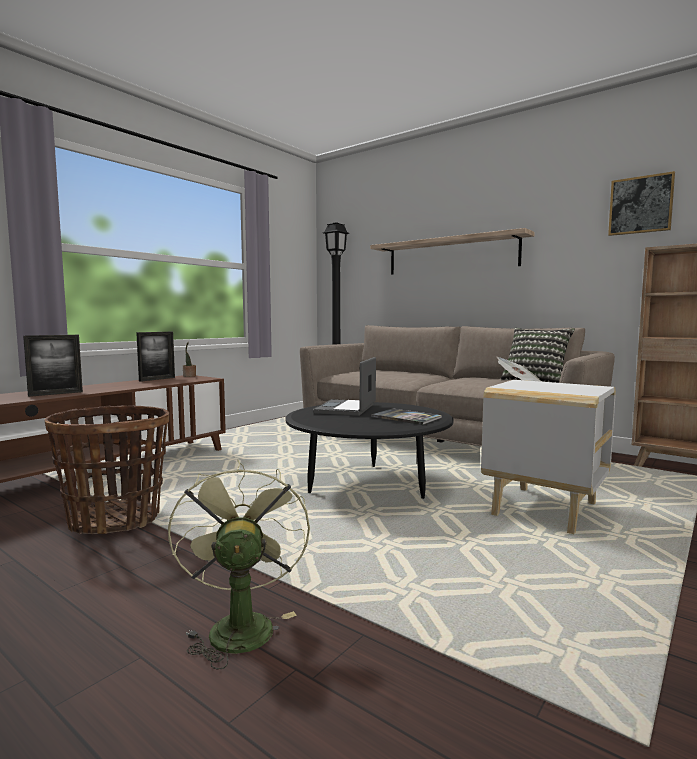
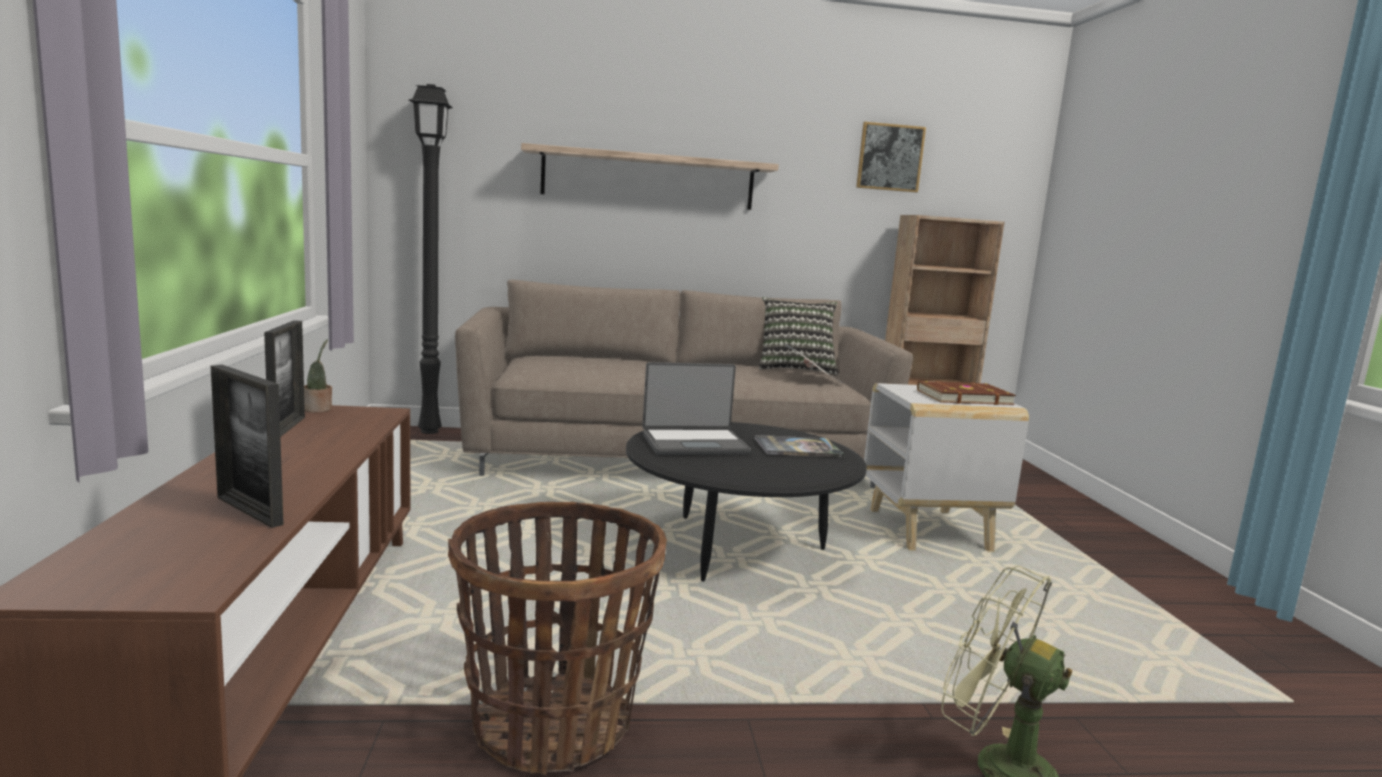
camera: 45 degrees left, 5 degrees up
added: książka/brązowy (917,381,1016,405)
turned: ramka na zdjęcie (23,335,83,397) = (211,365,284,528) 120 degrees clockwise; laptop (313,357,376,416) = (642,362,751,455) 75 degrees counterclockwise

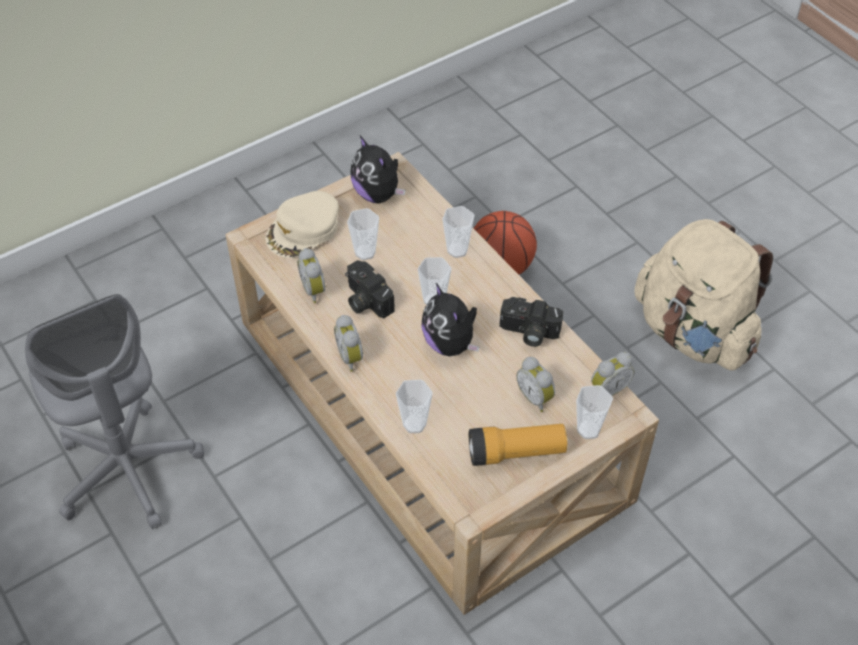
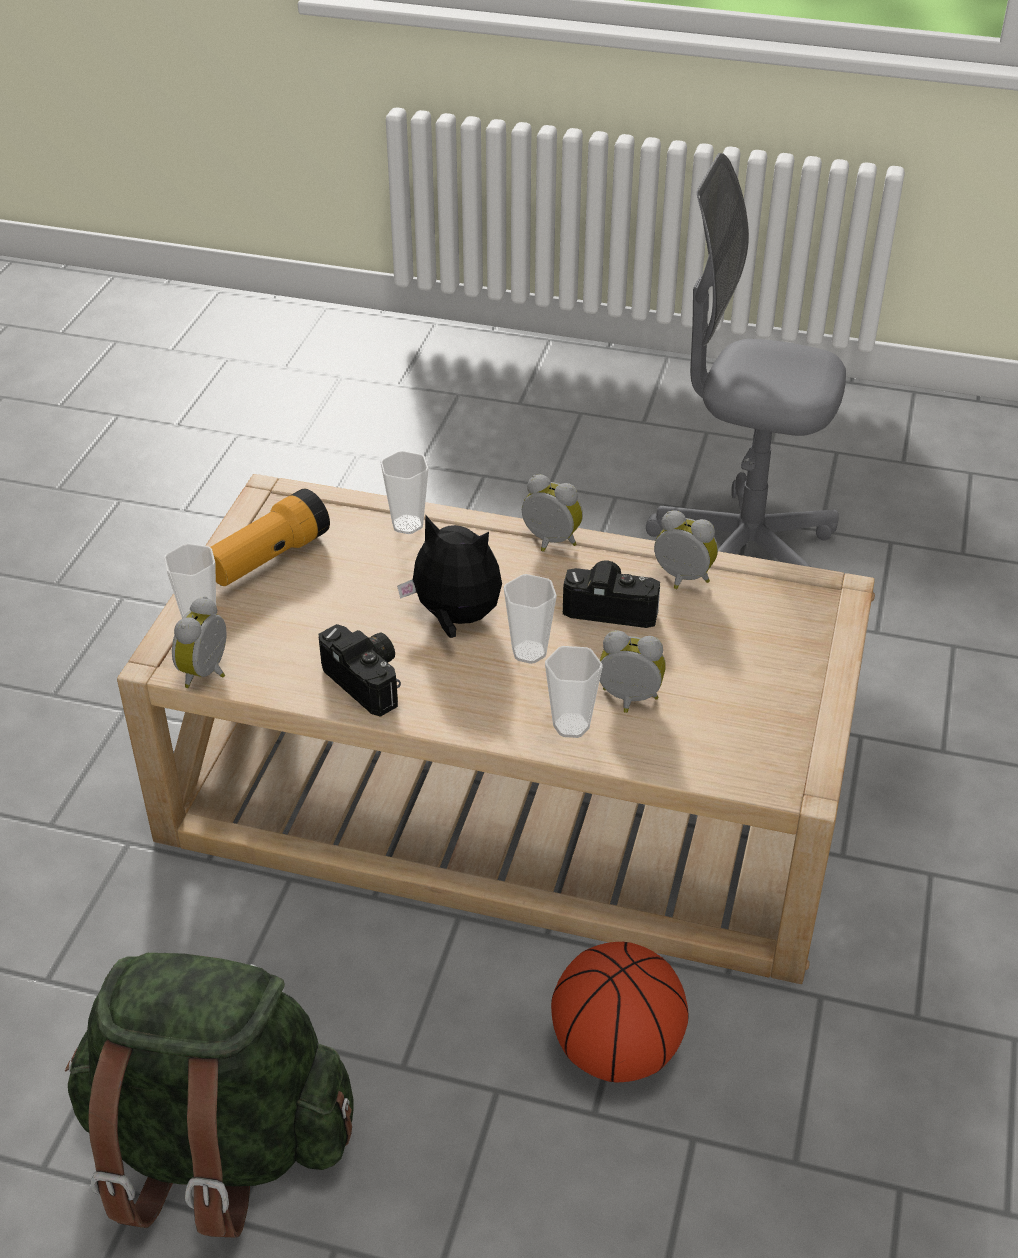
camera: 140 degrees right, 10 degrees down
removed: czapka z daszkiem/beżowy (266,191,339,258); filiżanka (347,208,379,260); pluszak (350,136,405,203)
moved: budzik (516,357,555,412) to (600,630,666,713)
recoloured: plecak/beżowy (634,219,773,370) to plecak/zielony (65,953,354,1238)
turned: aparat fotograficzny (500,297,564,347) = (318,624,401,717) 75 degrees clockwise

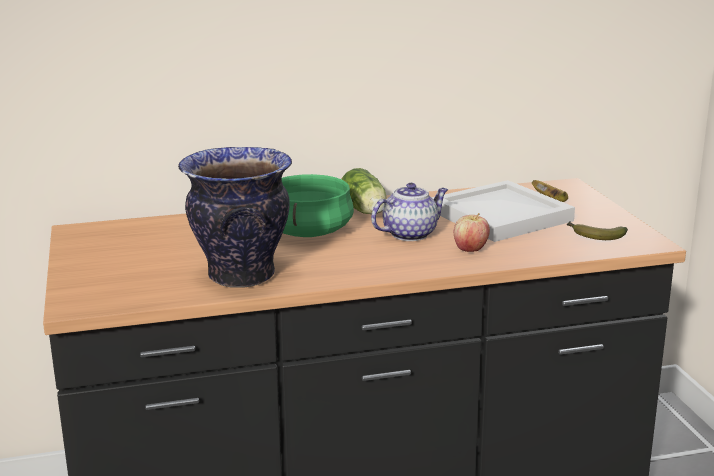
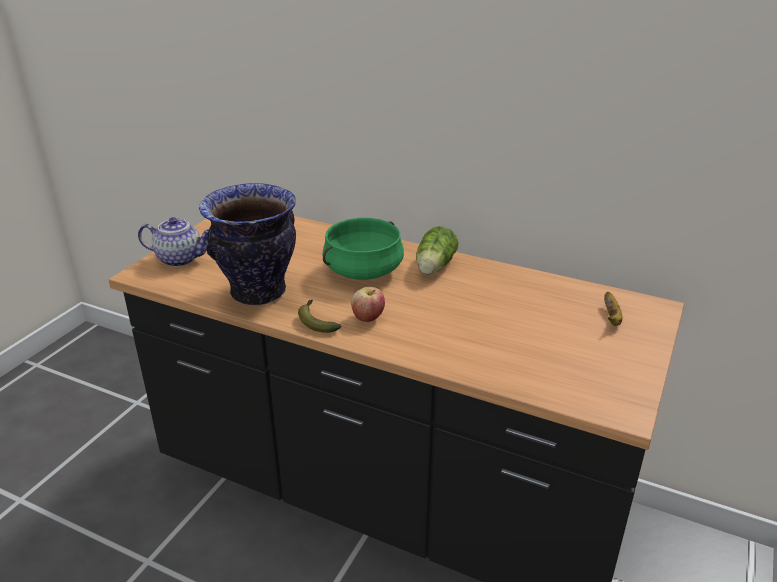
camera: 40 degrees right, 10 degrees up
removed: taca/biały (431,180,575,242)
moved: imbryk (371,183,448,241) to (138,217,209,267); jabłko (454,213,490,252) to (351,287,385,322); banan (567,221,628,240) to (298,300,341,333)

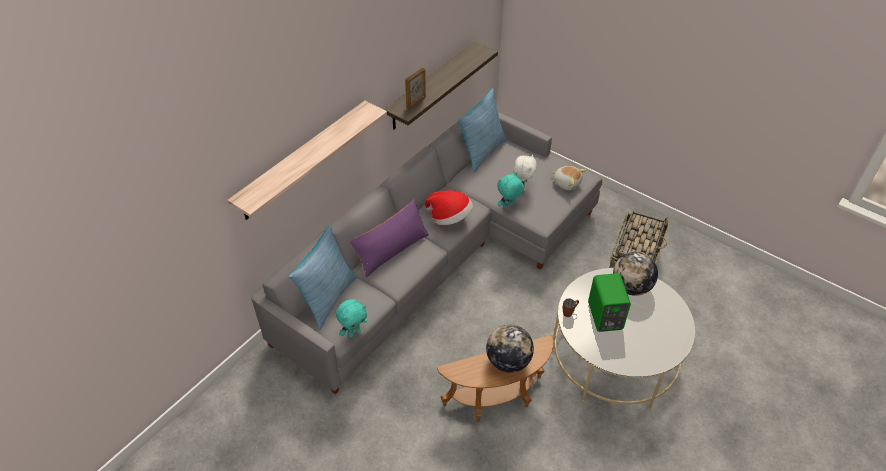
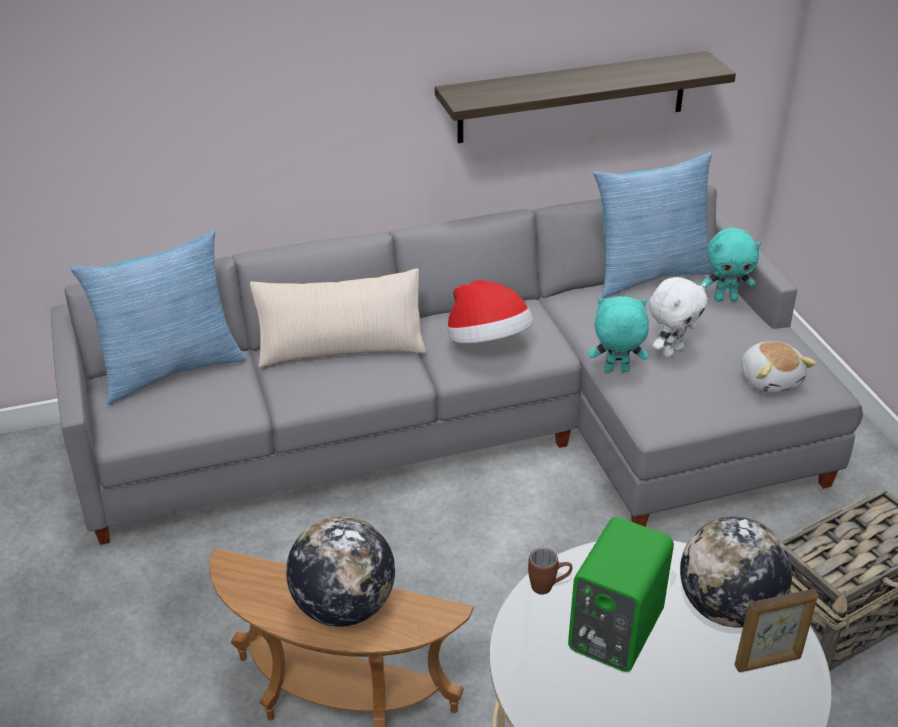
camera: 35 degrees right, 10 degrees down
removed: półka (227,101,387,220)
moved: pluszak/turkusowy (336,299,367,338) to (701,228,761,302); ramka na zdjęcie (405,67,426,109) to (735,589,818,672)
recoloured: poduszka/fioletowy (350,199,429,278) to poduszka/beżowy (250,268,426,367)

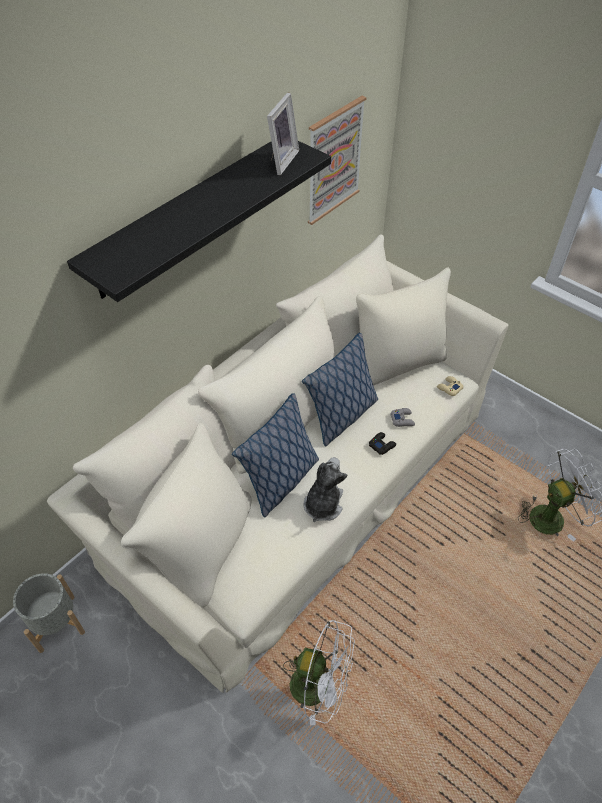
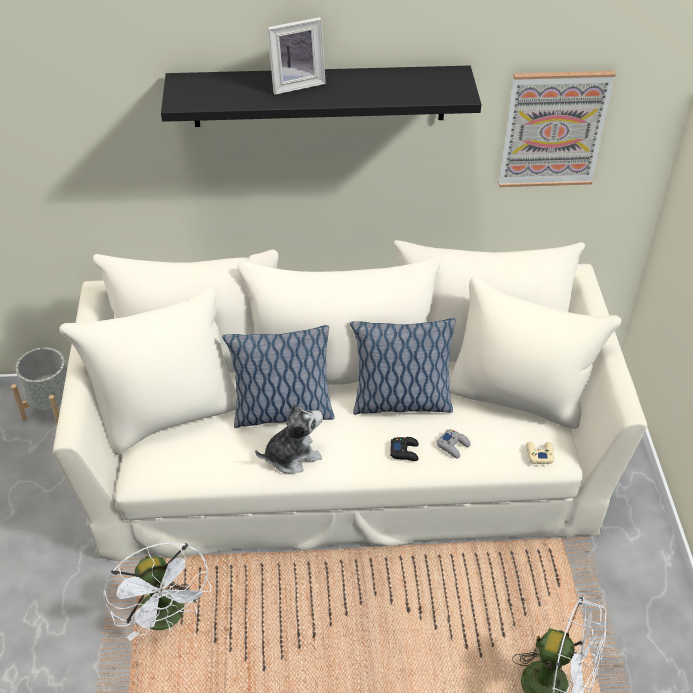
camera: 45 degrees right, 5 degrees down
moved: ramka na zdjęcie (267,93,299,175) to (267,17,326,95)

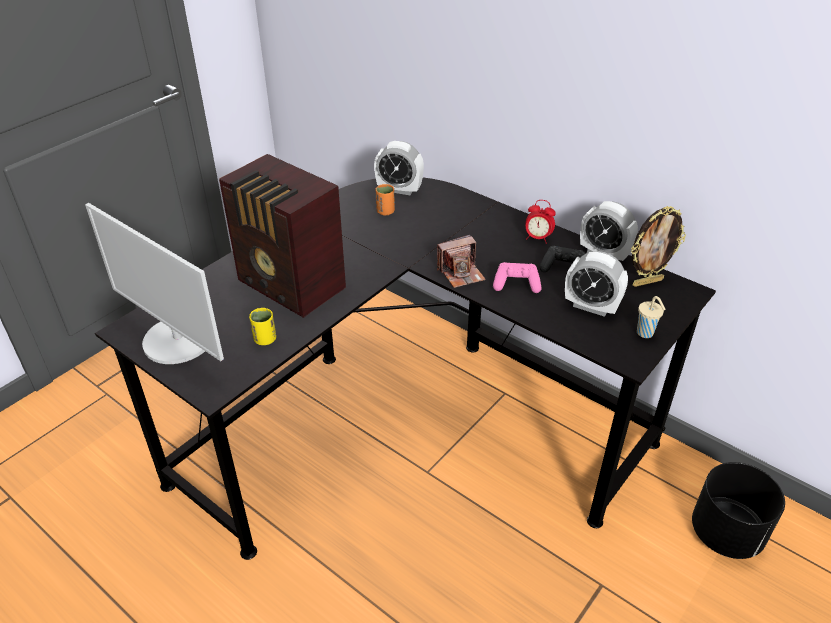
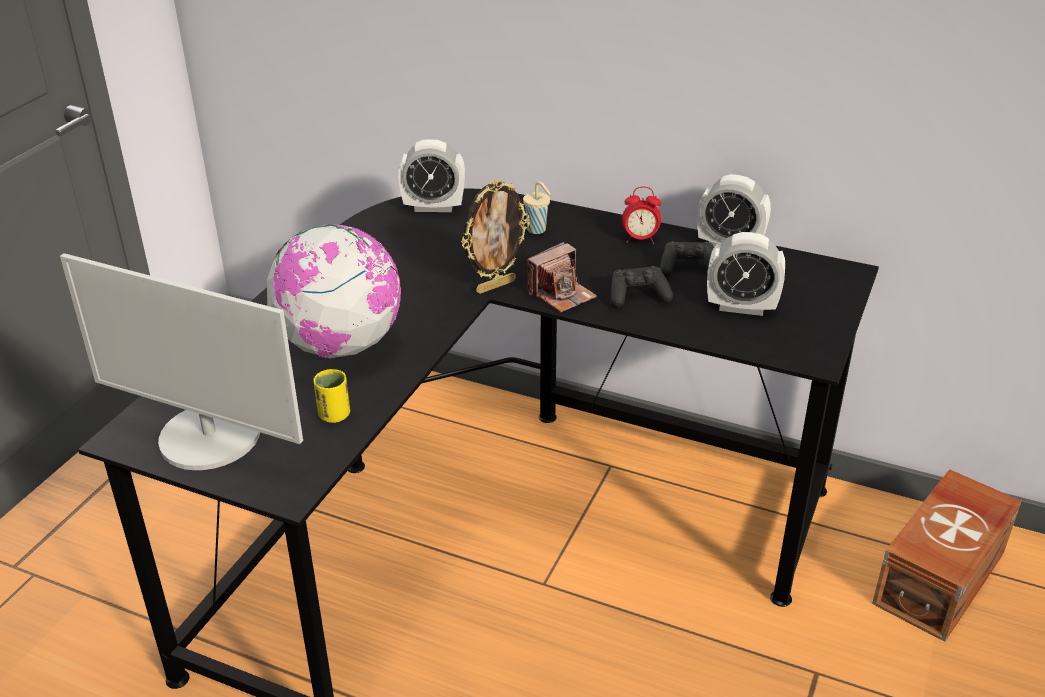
camera: 15 degrees left, 5 degrees down
removed: filiżanka/pomarańczowy (376,184,395,215)
moved: ramka na zdjęcie (631,206,686,287) to (461,179,530,294); filiżanka/beżowy (637,296,666,338) to (523,181,551,234)
replaced: radio (219,154,346,318) to globus (267,224,401,358); donica/czarny (692,462,785,559) to pojemnik do przechowywania/brązowy (872,469,1021,642)
recoloured: pad do gier/różowy (493,262,542,293) to pad do gier/czarny (611,266,673,308)

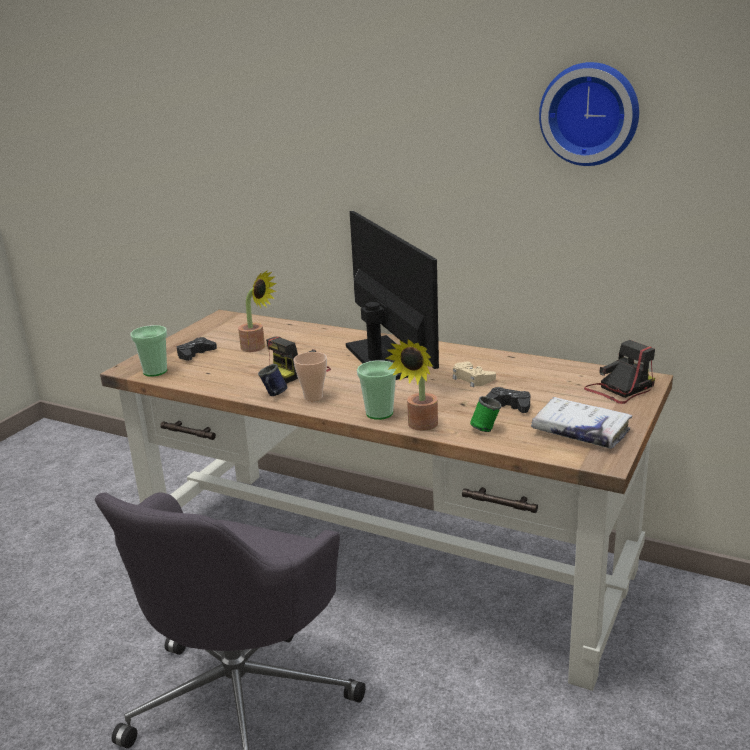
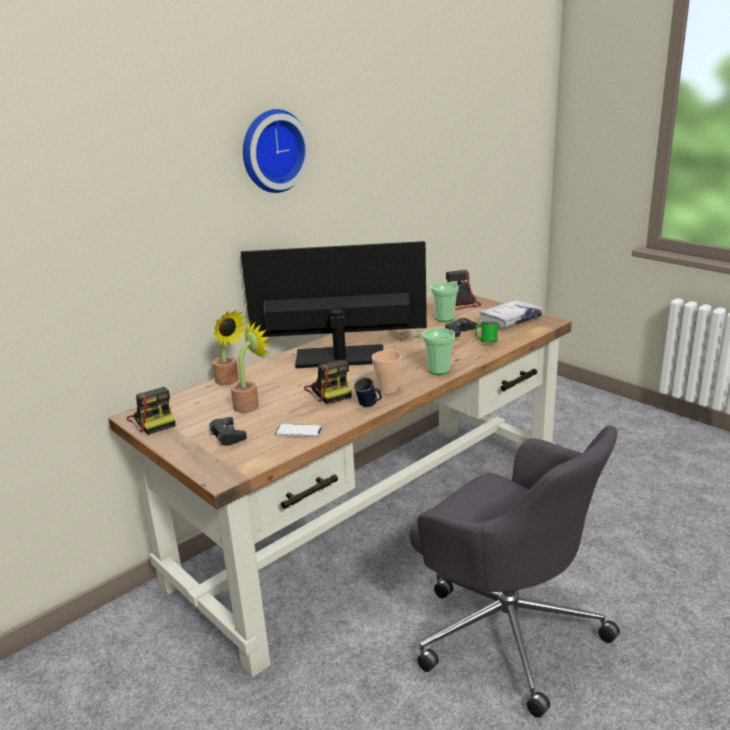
camera: 70 degrees left, 0 degrees up
added: aparat fotograficzny (127,387,175,435); telefon (275,424,323,437)
moved: filiżanka (130,325,167,377) to (431,282,459,322); roślina doniczkowa (385,339,438,431) to (212,310,248,385); zegar ścienny (539,62,639,166) to (243,109,310,193)

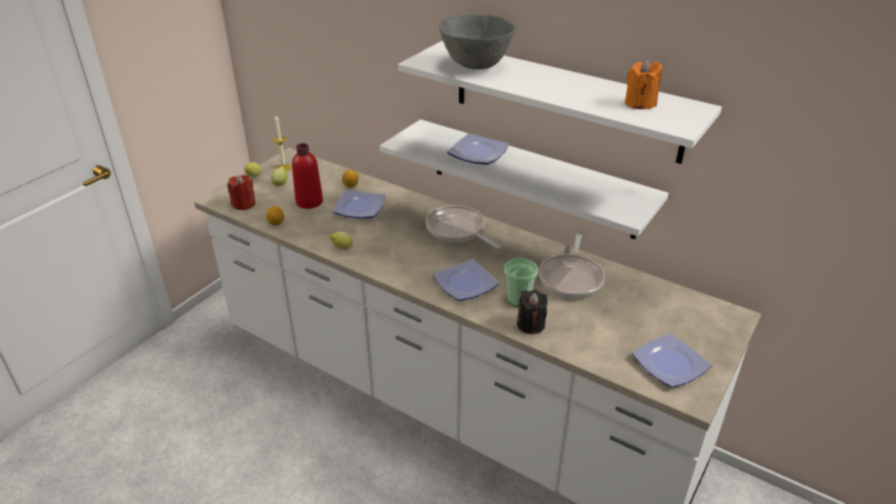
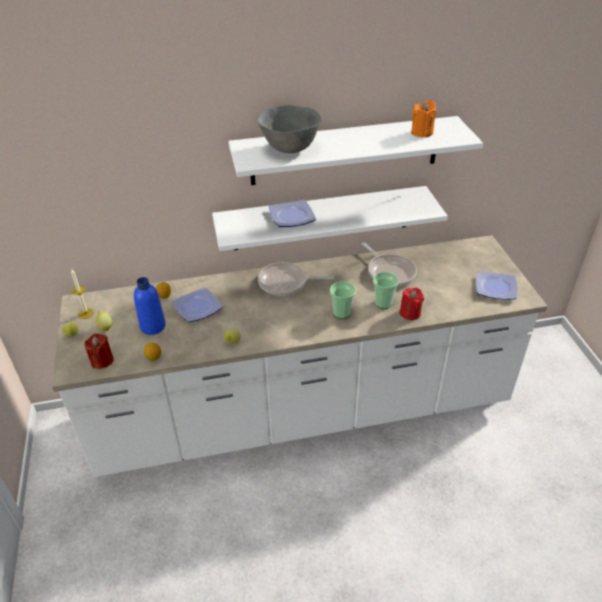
camera: 45 degrees left, 5 degrees up
replaced: talerz (433,259,499,301) to filiżanka (330,282,356,319)
recoloured: butelka/czerwony (292,143,323,209) to butelka/niebieski (134,277,166,335); świeca/czarny (517,290,548,334) to świeca/czerwony (399,288,424,320)

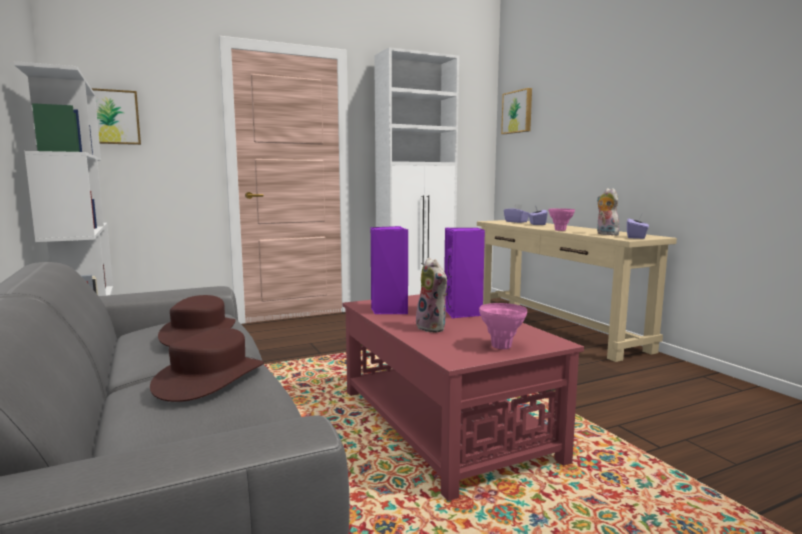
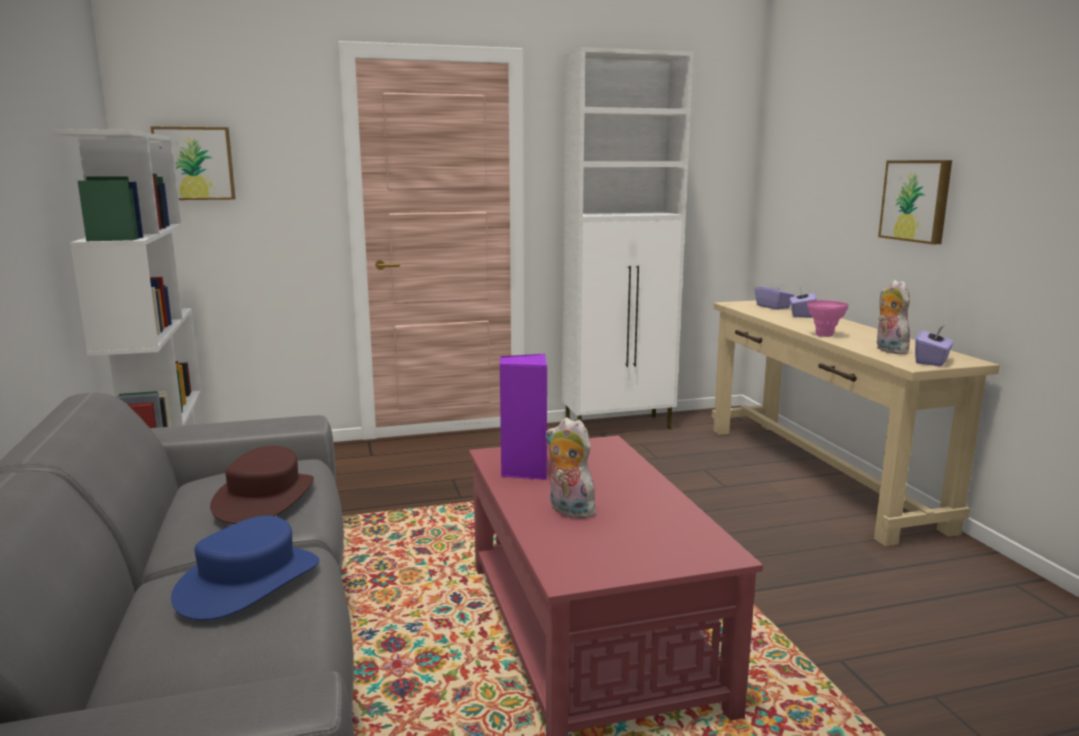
camera: 10 degrees right, 5 degrees up
removed: głośnik/fioletowy (444,227,485,318); wazon/różowy (479,303,527,349)
moved: obraz (501,88,532,134) to (878,160,952,244)
recoloured: kapelusz/brązowy (150,328,264,402) to kapelusz/niebieski (171,516,319,620)
turned: pluszak (416,258,447,332) = (545,418,595,519) 150 degrees clockwise

